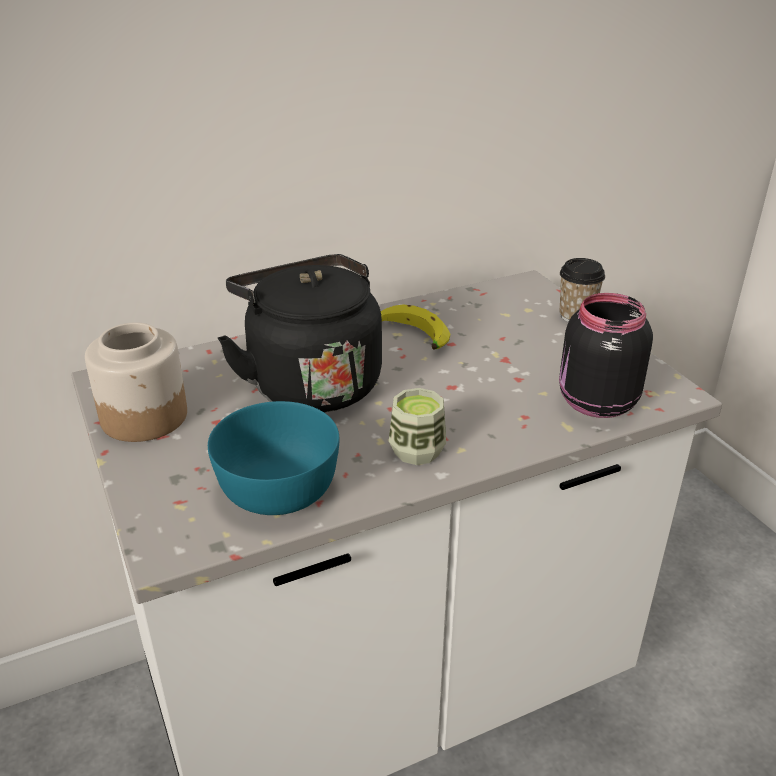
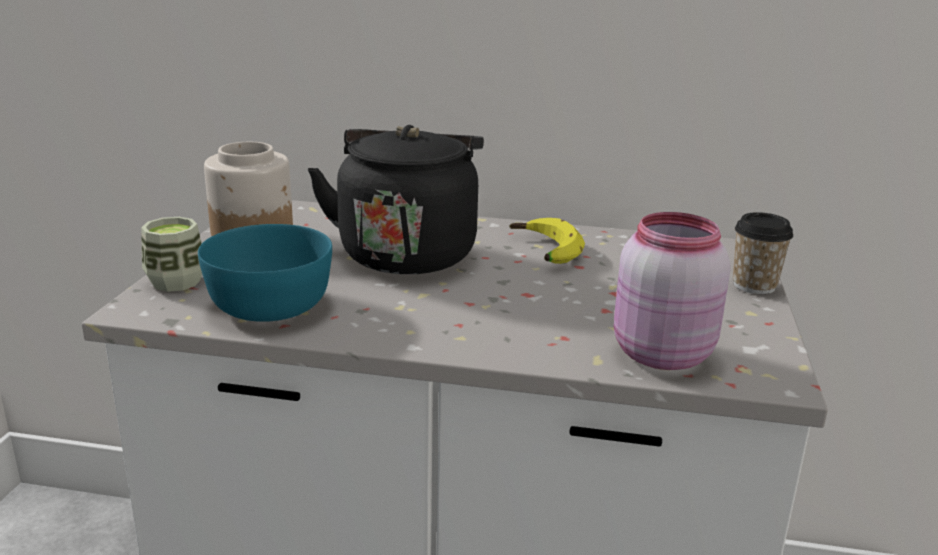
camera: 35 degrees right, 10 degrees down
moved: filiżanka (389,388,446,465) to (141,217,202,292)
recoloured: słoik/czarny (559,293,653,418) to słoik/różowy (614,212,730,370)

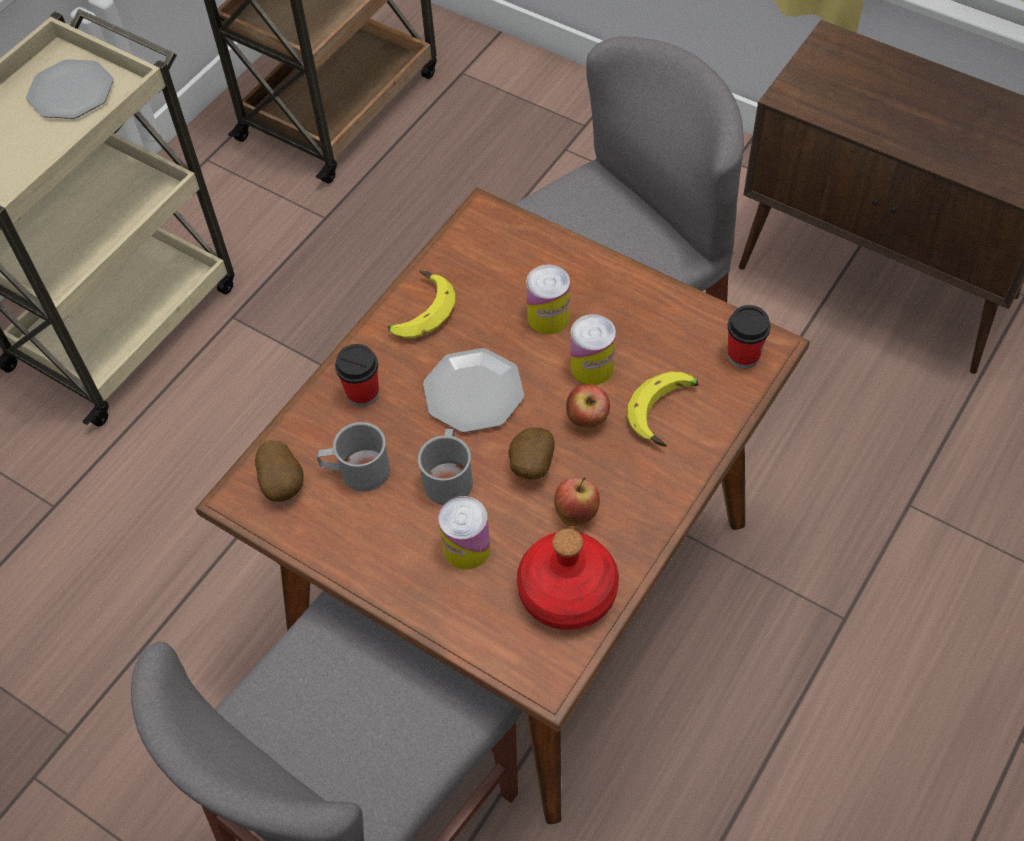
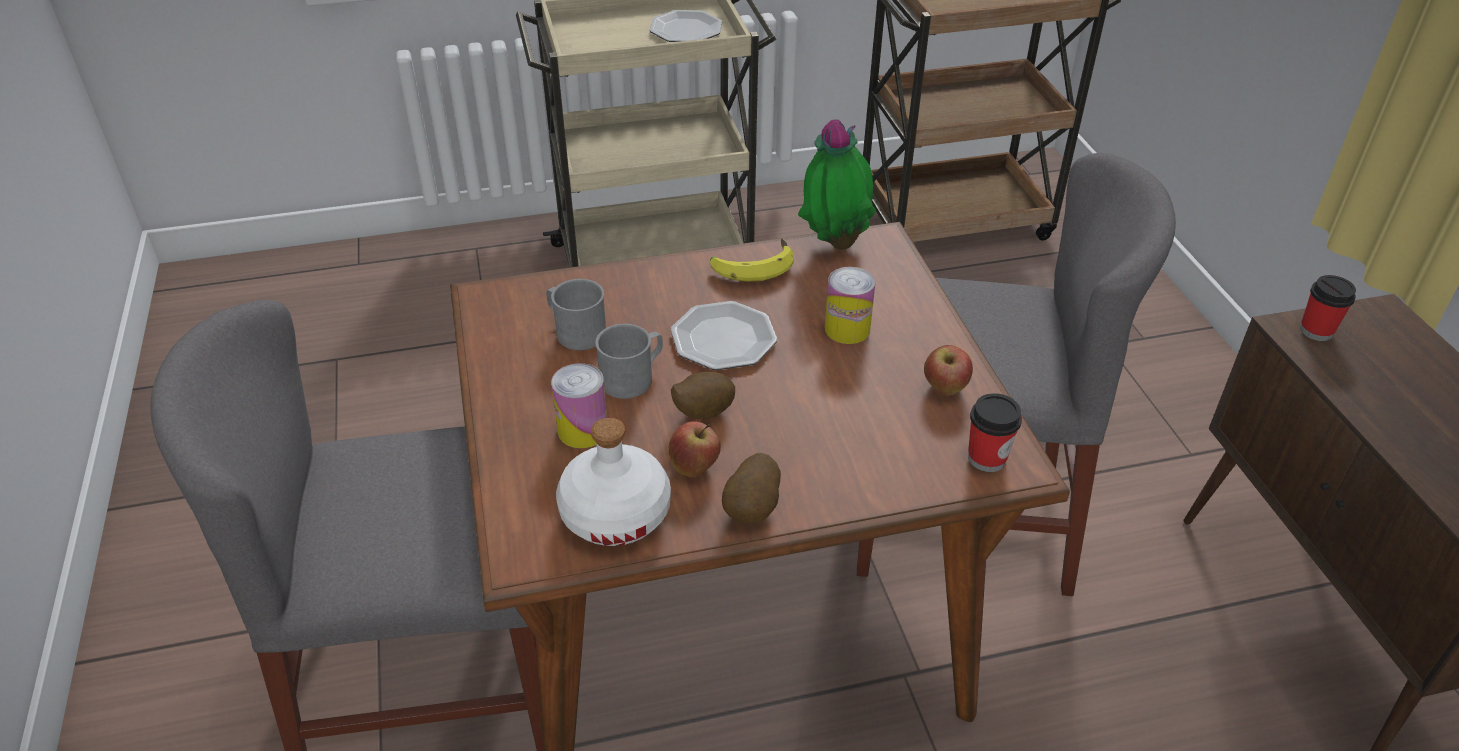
camera: 40 degrees right, 15 degrees down
removed: puszka (570,314,616,385); banan (627,371,698,447)
added: roślina doniczkowa (798,119,876,250)
moved: ziemniak (255,440,303,502) to (722,453,781,523); filiżanka (335,344,379,407) to (1300,275,1356,341); jabłko (566,385,610,428) to (924,345,973,395)
recoloured: butelka/czerwony (517,528,619,630) to butelka/biały (556,418,671,546)

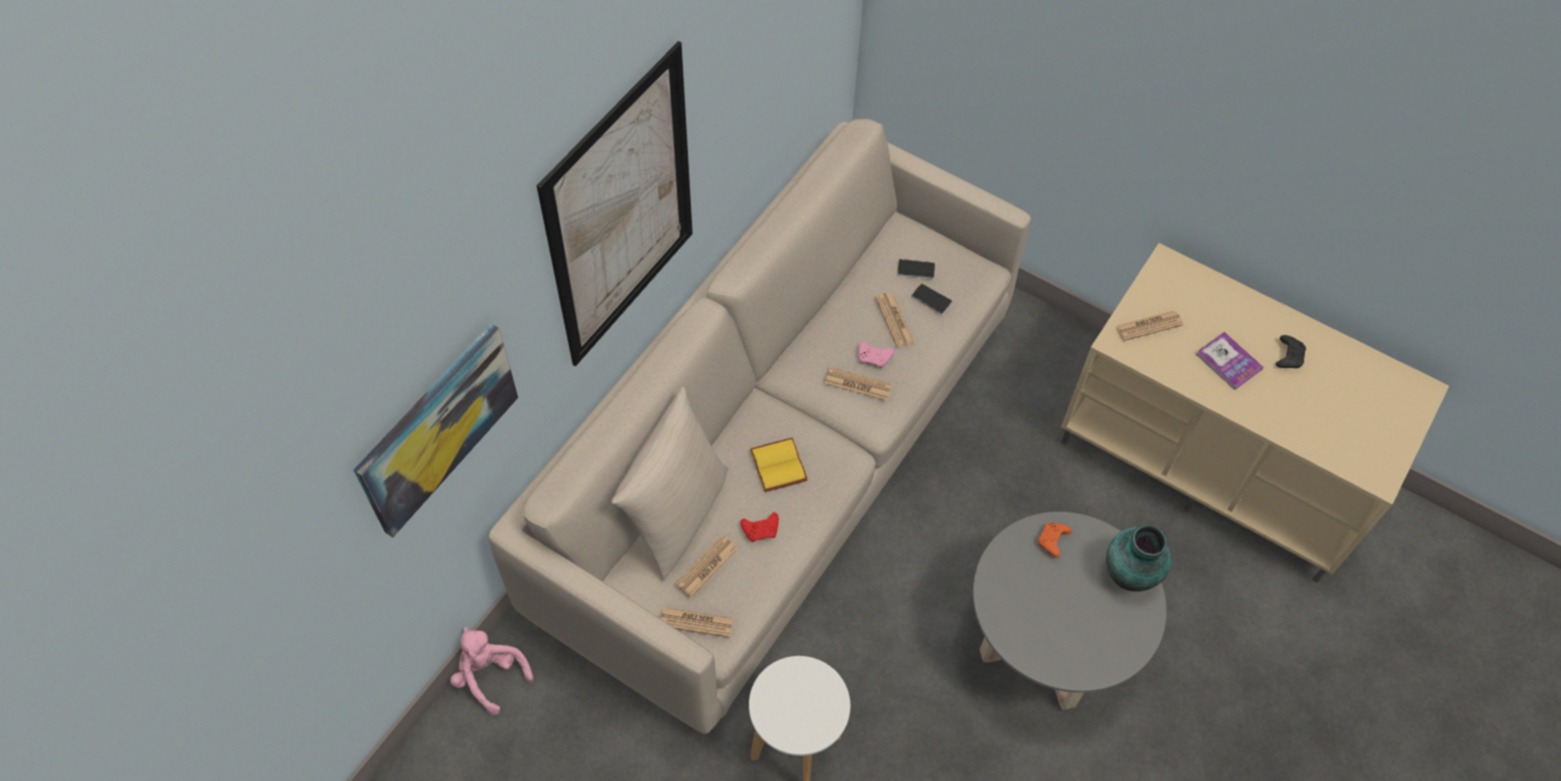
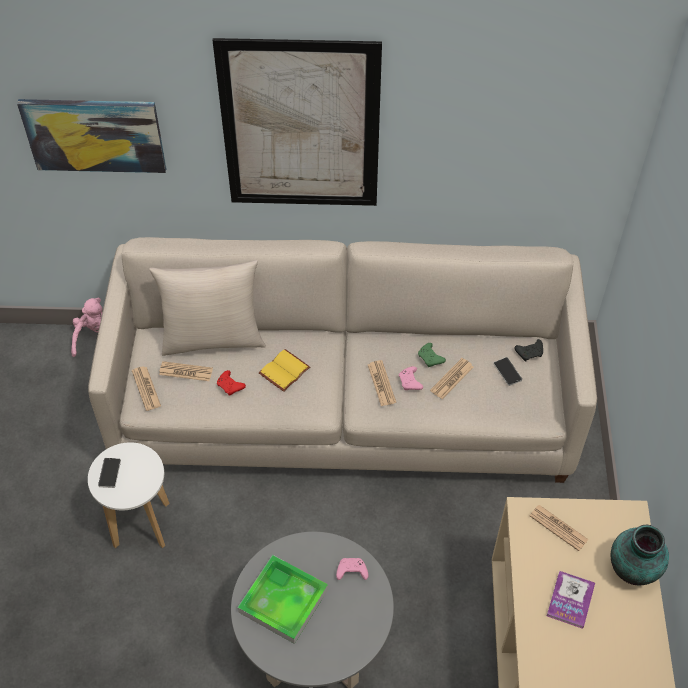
camera: 60 degrees right, 5 degrees down
added: taca (238,555,328,644); pad do gier/zielony (418,343,446,367)
moved: telefon (911,284,952,315) to (98,458,121,488); wazon (1106,524,1171,592) to (611,525,669,586); pad do gier/czarny (1276,335,1306,368) to (515,339,543,361)
recoloured: pad do gier/pomarańczowy (1038,523,1072,558) to pad do gier/różowy (336,558,368,580)

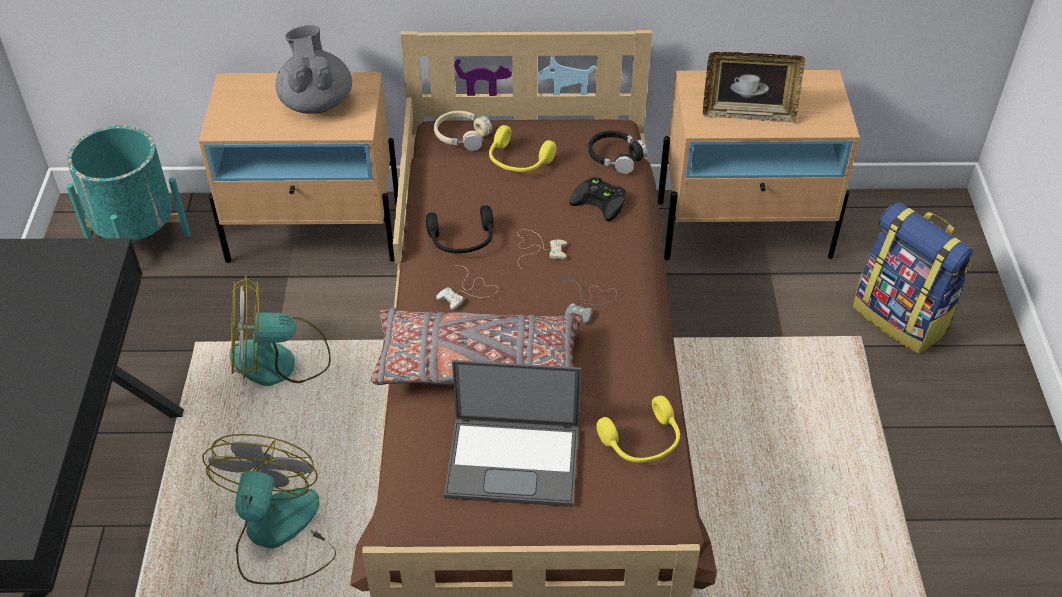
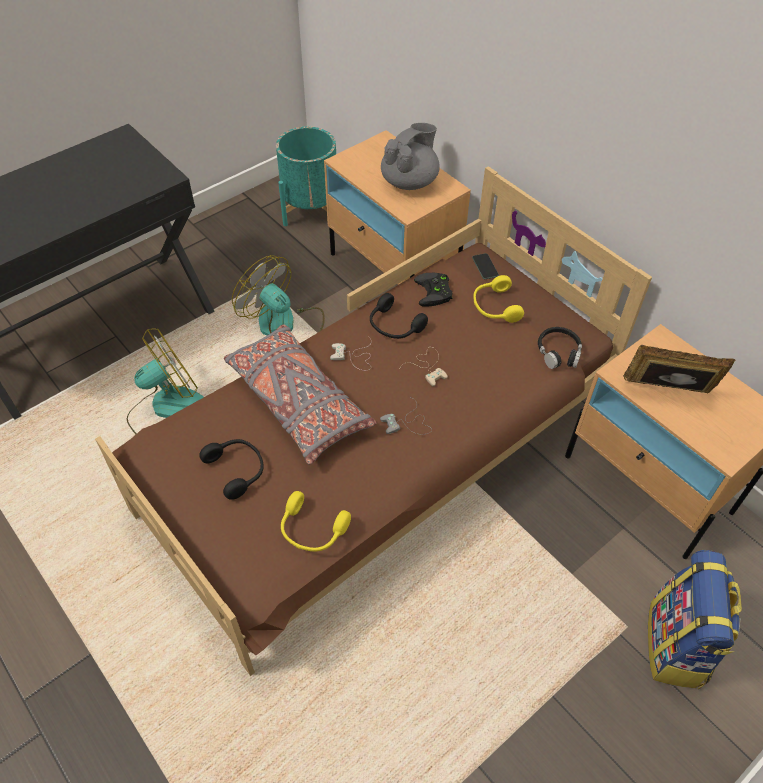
camera: 50 degrees right, 5 degrees up
moved: pad do gier/czarny (569,177,626,221) to (414,273,453,307)
replaced: słuchawki/beżowy (434,111,493,151) to telefon (472,253,499,279); laptop (444,360,581,507) to słuchawki/czarny (199,439,264,500)
turned: ramka na zdjęcie (703,52,805,123) = (623,345,735,393) 135 degrees clockwise

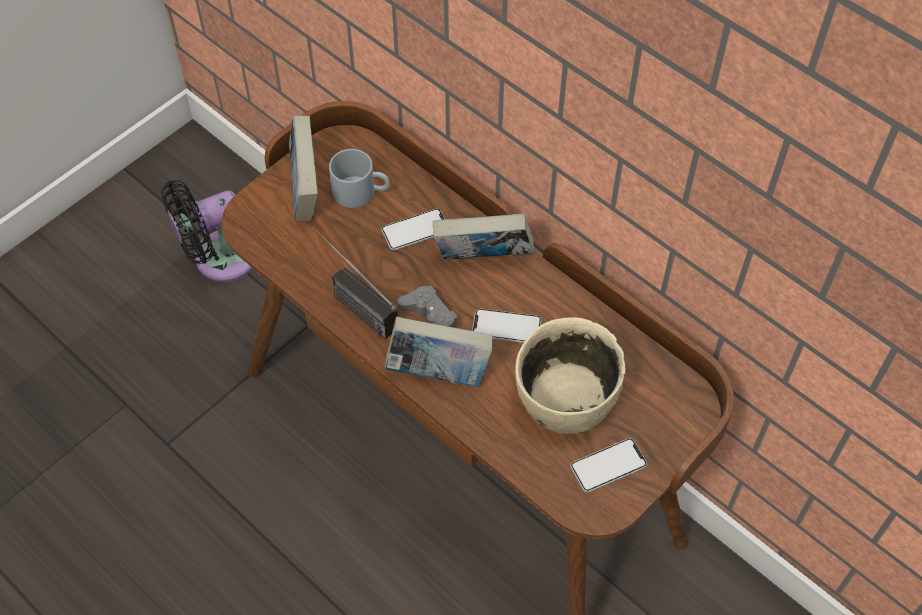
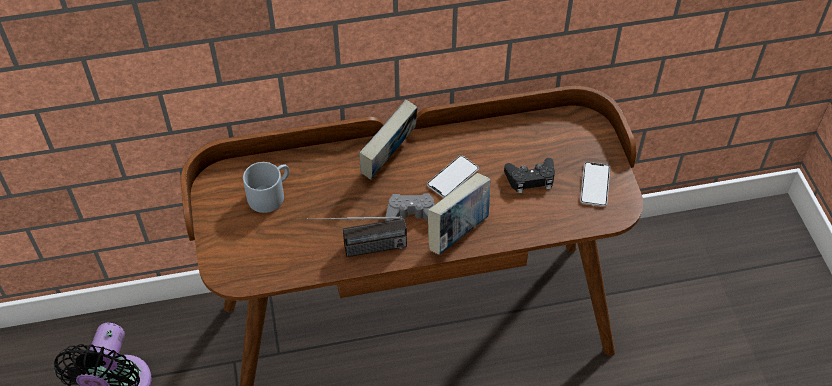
camera: 55 degrees left, 5 degrees down
removed: książka (289,116,318,221); telefon (381,209,445,250)
replaced: miska/beżowy (515,317,626,434) to pad do gier/czarny (504,158,555,193)

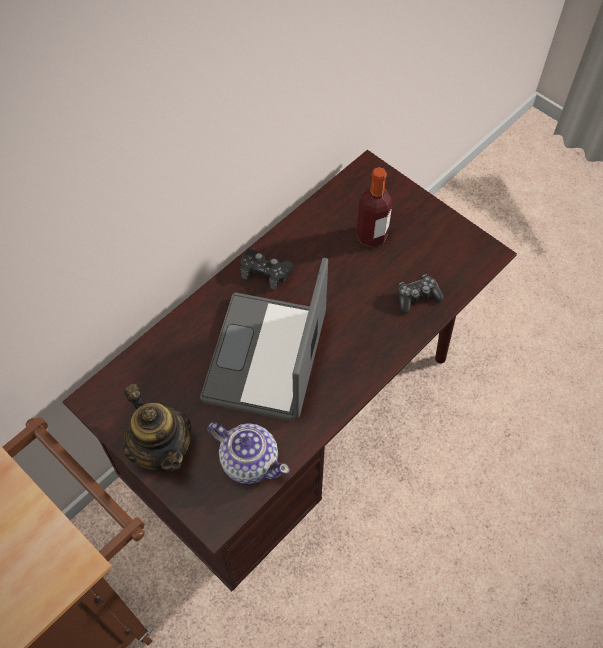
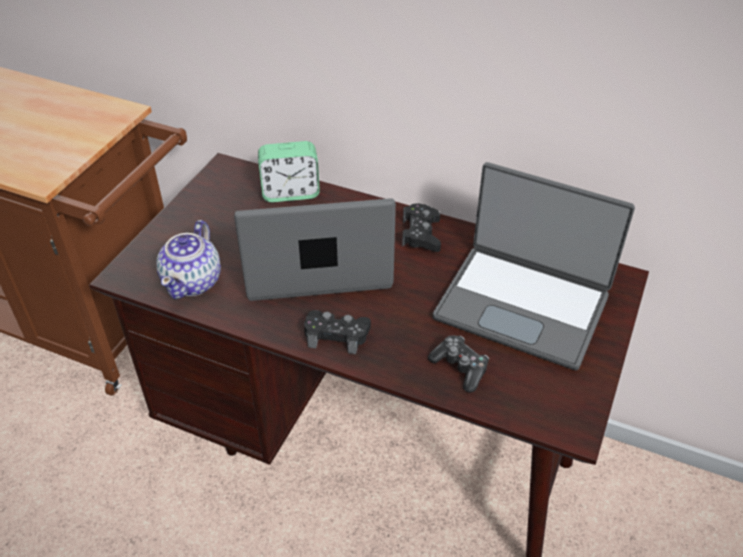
camera: 70 degrees right, 15 degrees down
removed: imbryk (123,384,191,472)
added: budzik (258,141,320,202); pad do gier/czarny (304,310,371,354)
replaced: butelka (356,167,393,247) to laptop (433,162,635,371)

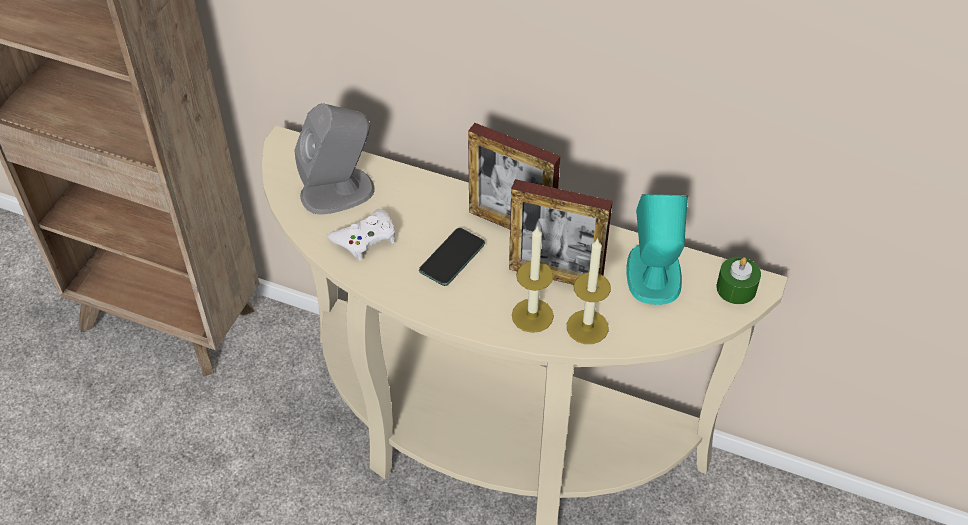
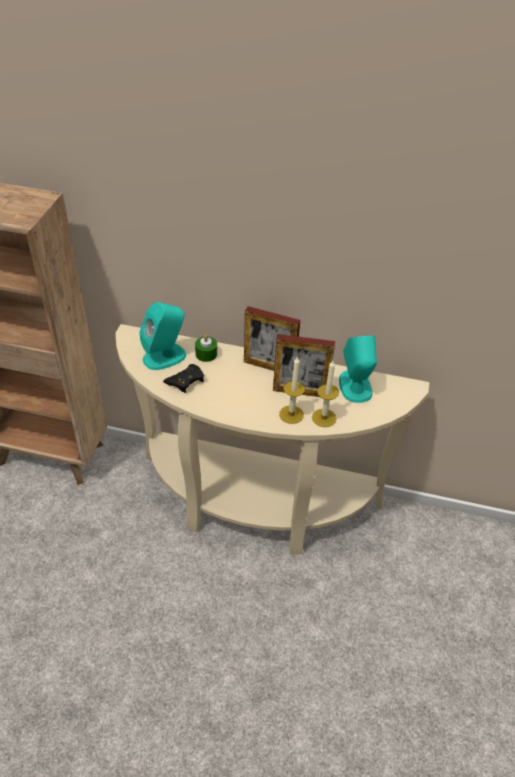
camera: 10 degrees left, 5 degrees down
removed: telefon (419,228,485,286)
moved: świeca/zielony (716,257,761,304) to (195,334,217,362)
recoloured: głośnik/szary (294,103,375,214) to głośnik/turkusowy (139,302,186,370); pad do gier/biały (327,209,395,260) to pad do gier/czarny (163,364,204,393)

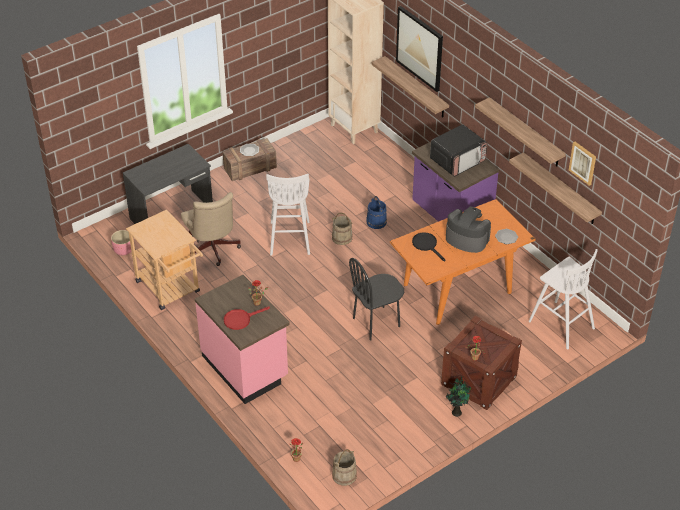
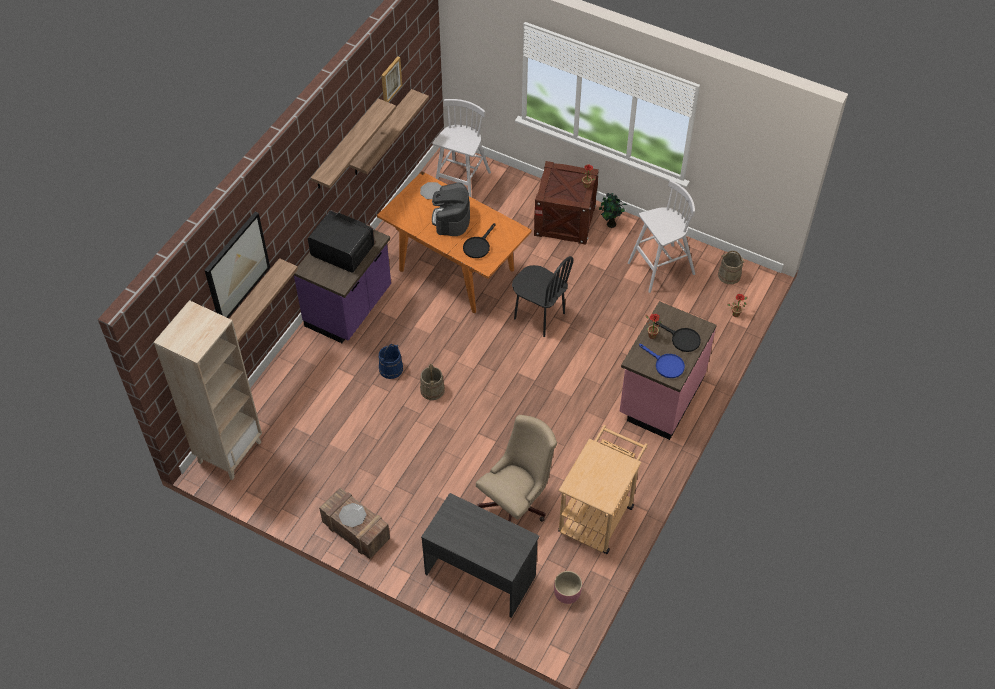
camera: 115 degrees left, 10 degrees up
added: patelnia/niebieski (639,344,685,378)
moved: stołek/biały (266,174,310,256) to (628,180,695,293)
recoloured: patelnia/czerwony (224,307,270,330) to patelnia/czarny (654,322,701,352)

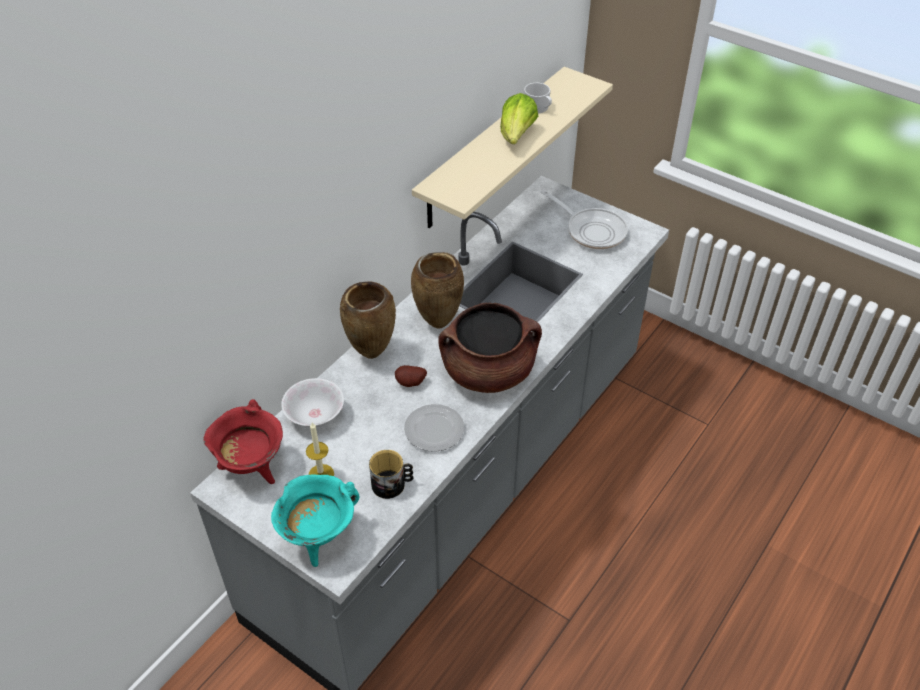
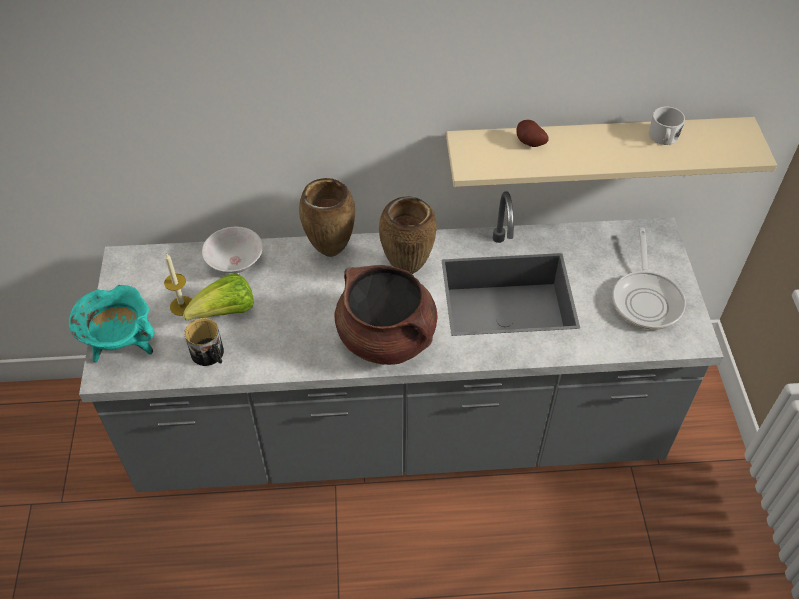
camera: 50 degrees right, 5 degrees up
removed: garnek/czerwony (204,399,283,484); talerz (404,404,464,452)
moved: ziemniak (395,365,427,387) to (516,120,549,147); sałata (500,93,538,144) to (183,273,254,321)

